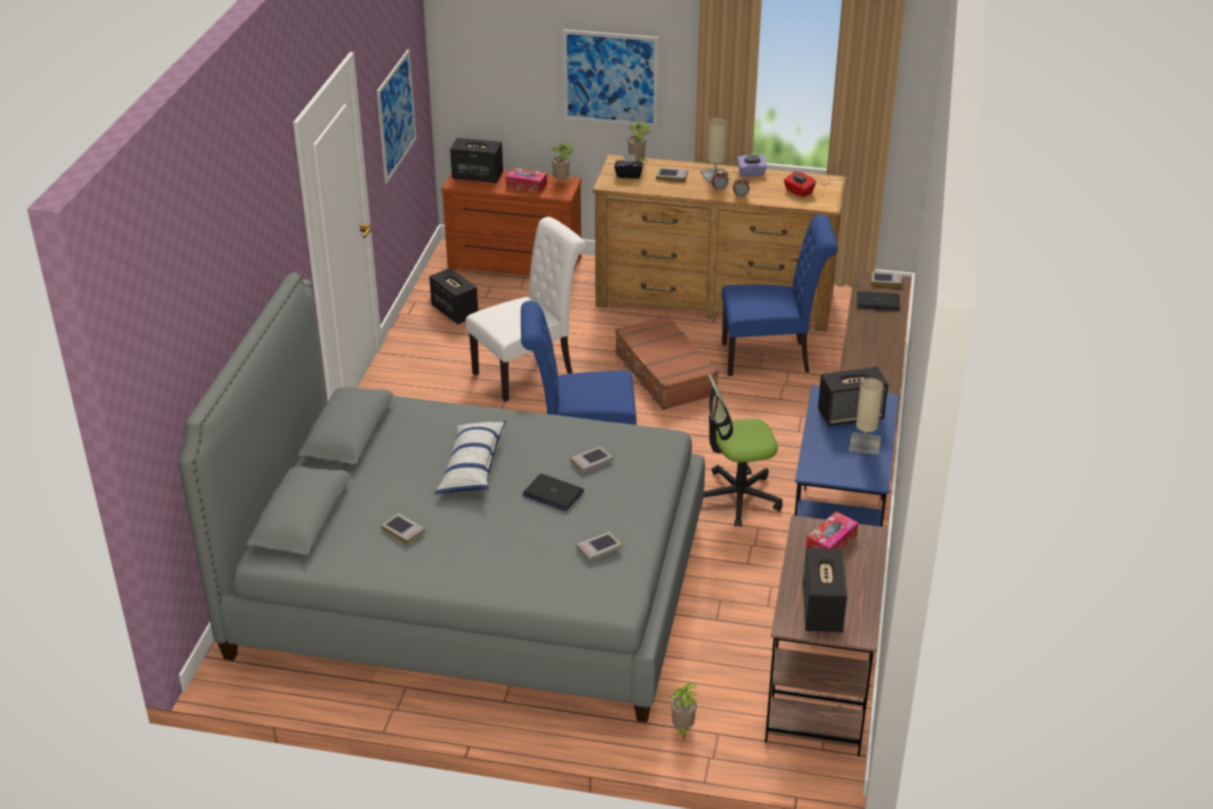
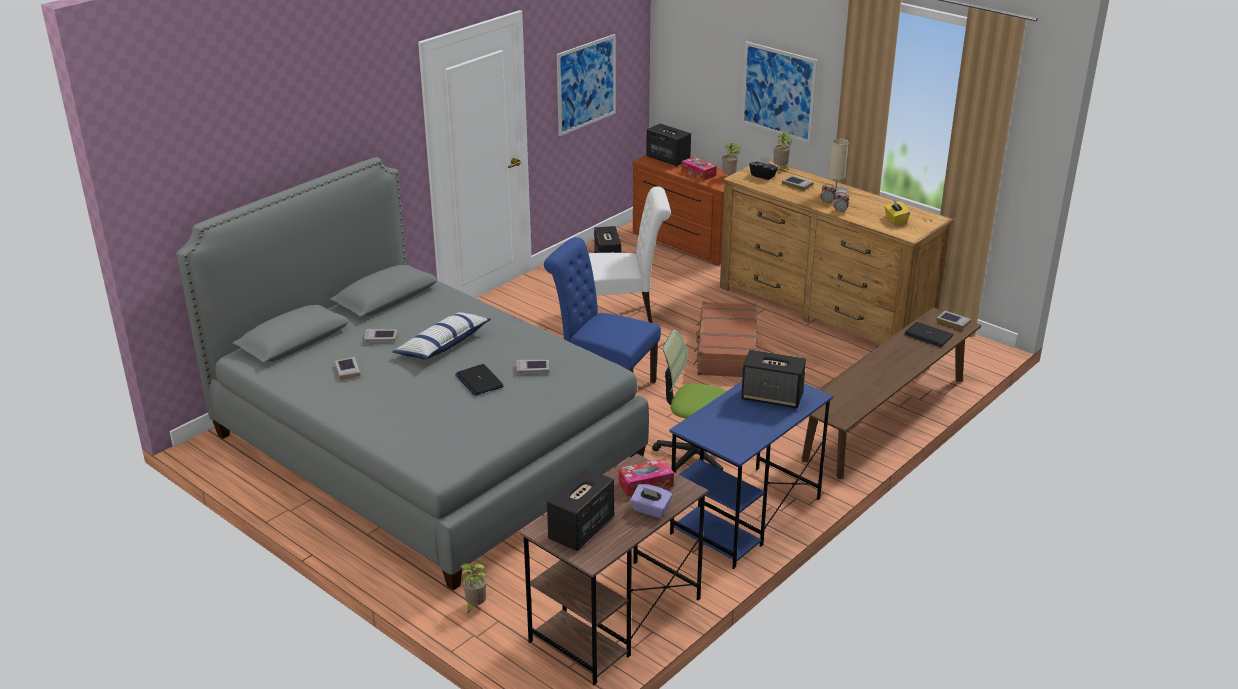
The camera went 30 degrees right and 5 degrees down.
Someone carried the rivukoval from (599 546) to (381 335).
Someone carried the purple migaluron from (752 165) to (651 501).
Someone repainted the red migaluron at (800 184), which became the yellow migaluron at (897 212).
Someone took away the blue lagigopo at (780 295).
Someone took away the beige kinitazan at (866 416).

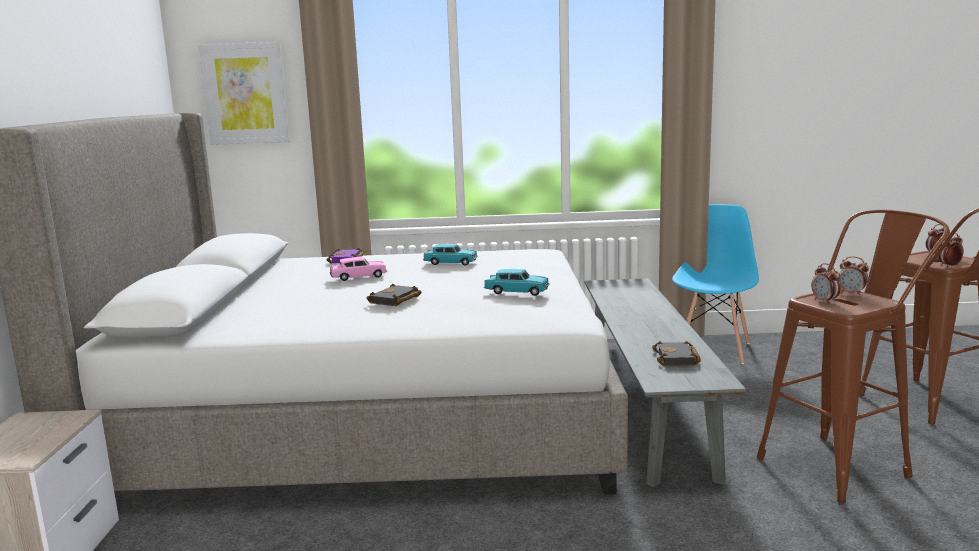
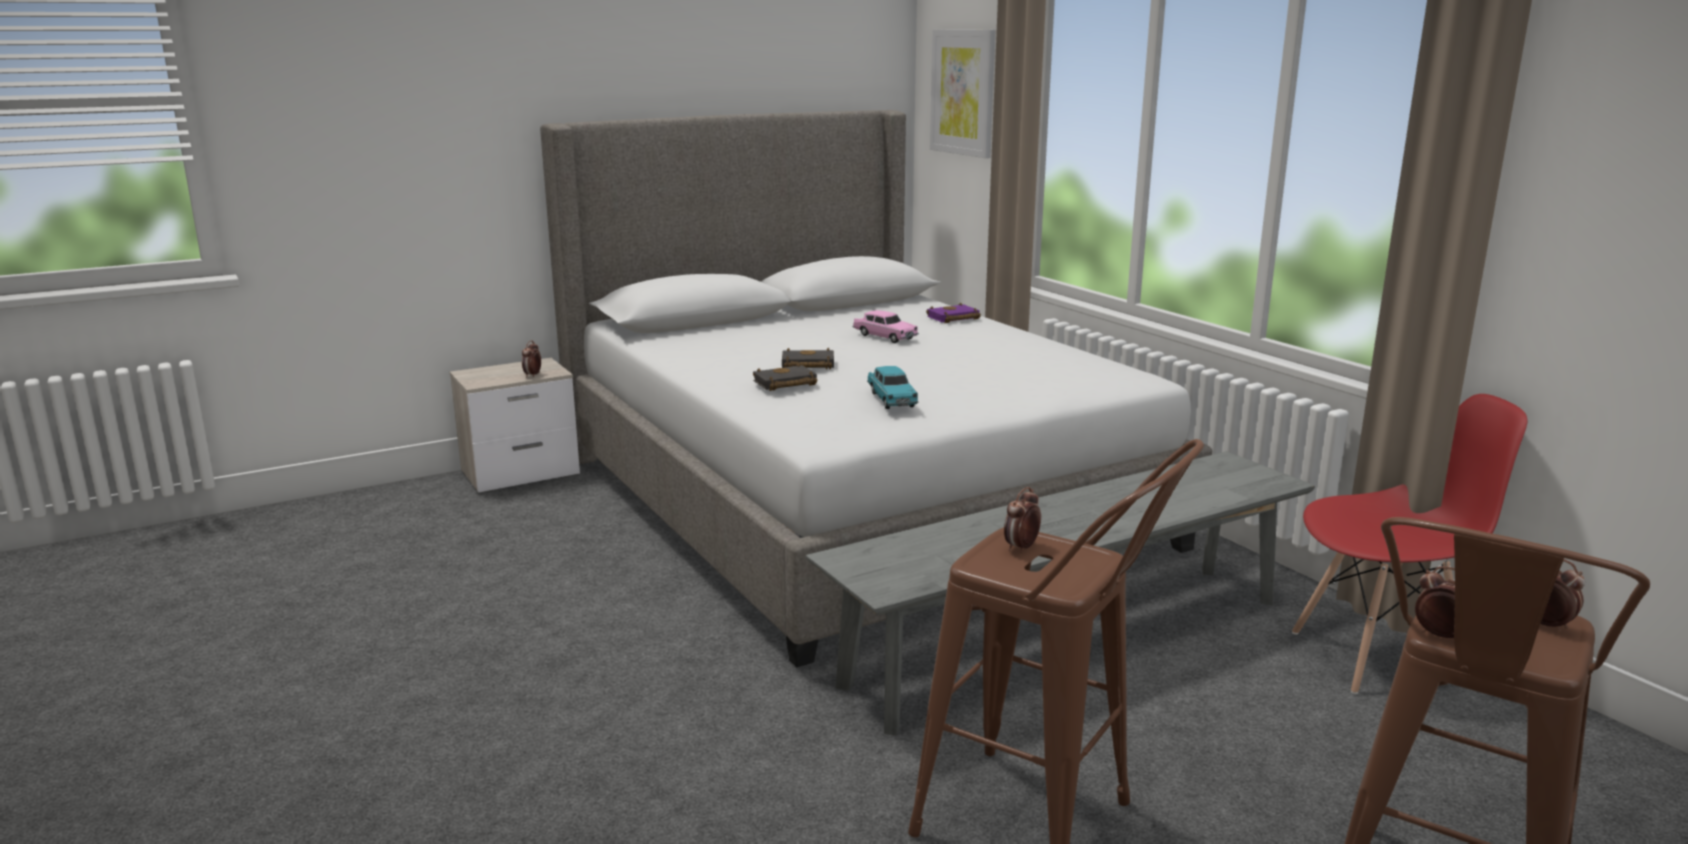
The camera went 60 degrees right and 5 degrees up.
Someone carried the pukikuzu from (854 275) to (531 359).
Someone carried the black rivukoval from (676 353) to (785 377).
Someone repainted the blue lagigopo at (715 284), which became the red lagigopo at (1409 544).
Someone took away the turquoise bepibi at (450 255).

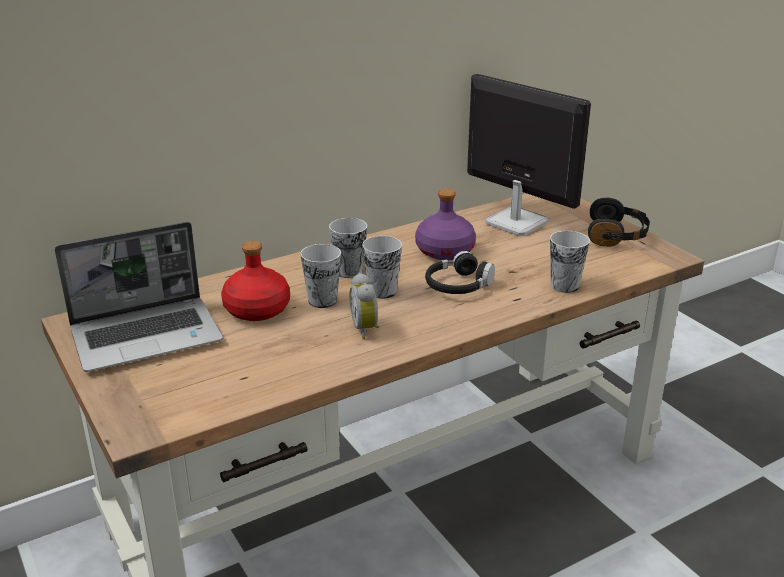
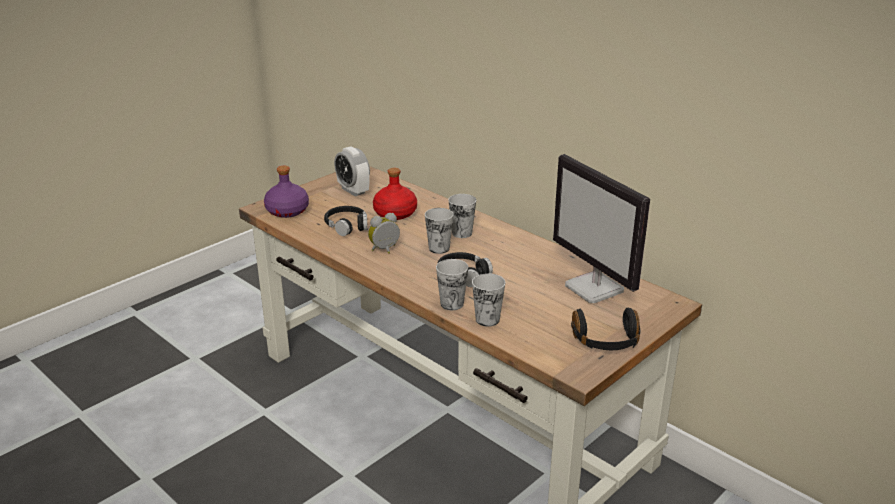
The camera went 75 degrees right and 0 degrees up.
Someone carried the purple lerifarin from (445 224) to (286 192).
Someone put down the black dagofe at (346 221).
Someone swapped the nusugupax at (138 297) for the pukikuzu at (352 171).
Someone carried the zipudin from (320 276) to (452 284).
Someone rotated the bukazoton at (529 155) by 120 degrees clockwise.

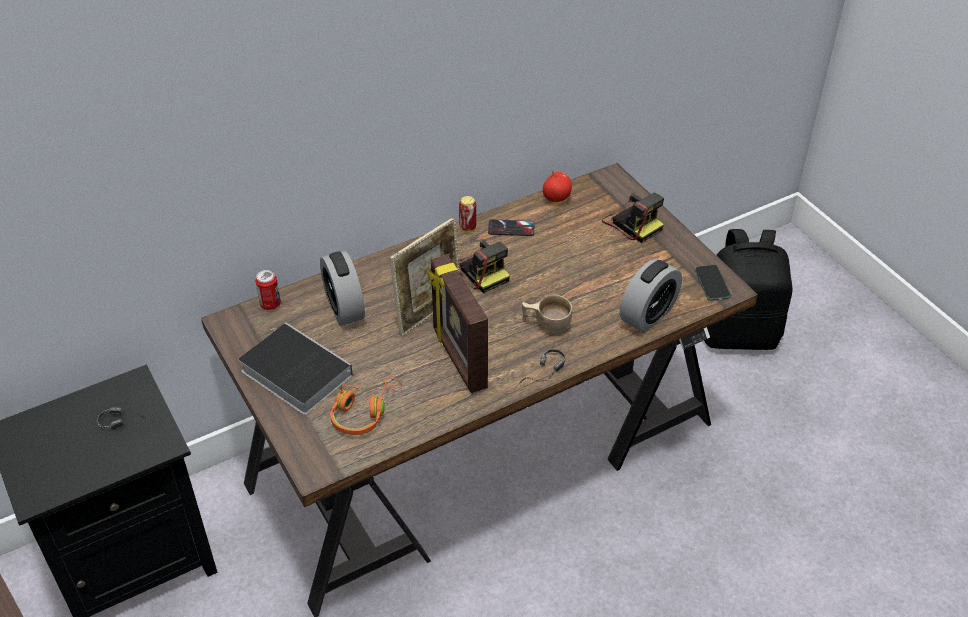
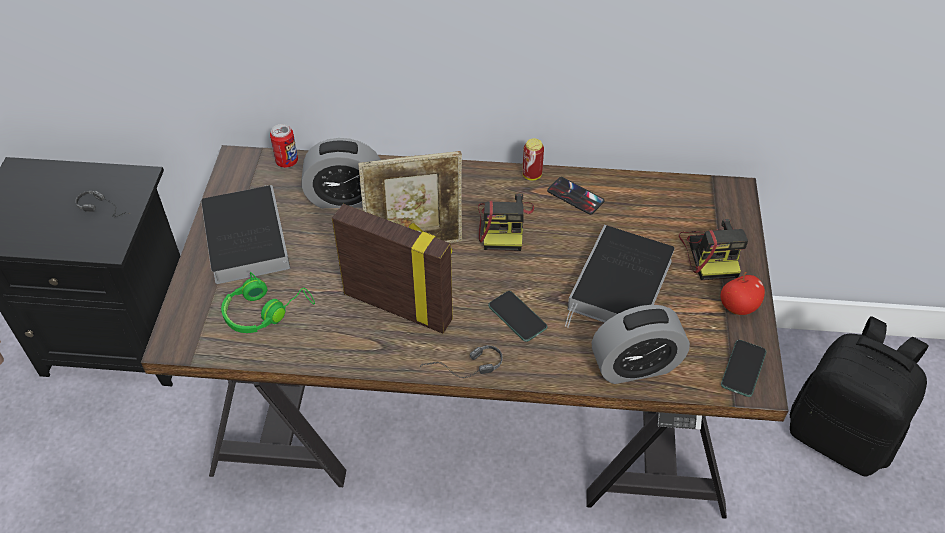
The camera went 35 degrees right and 5 degrees up.
Someone repainted the orange dagofe at (366 406), which became the green dagofe at (268 302).
Someone rotated the pukikuzu at (342 288) by 105 degrees counterclockwise.
Someone rotated the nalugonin at (458 323) by 105 degrees clockwise.
Someone swapped the beige zipudin at (547 314) for the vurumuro at (518 316).
Someone put down the rivukoval at (620 276).
Someone carried the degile from (557 186) to (743 293).

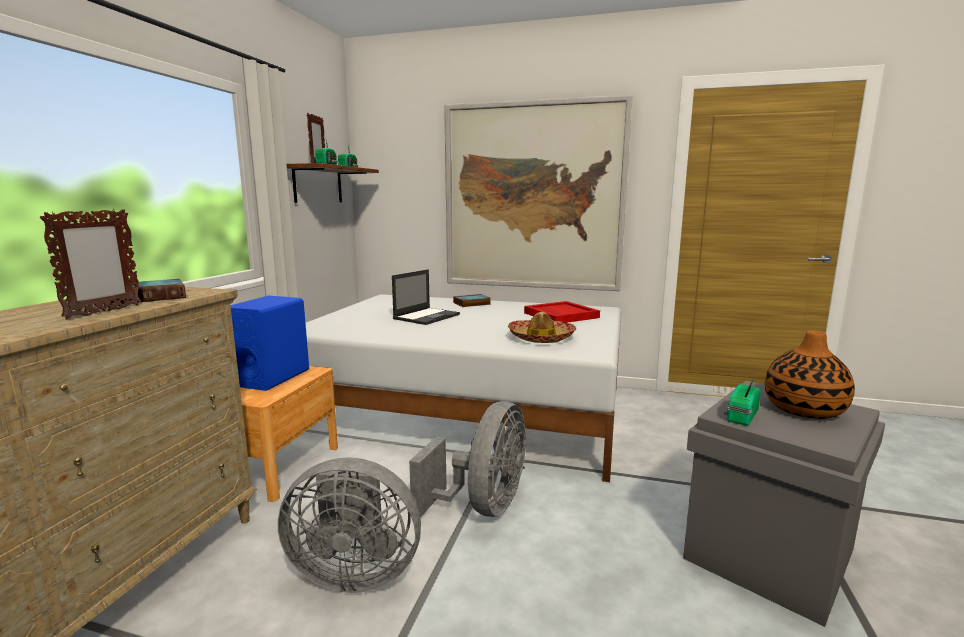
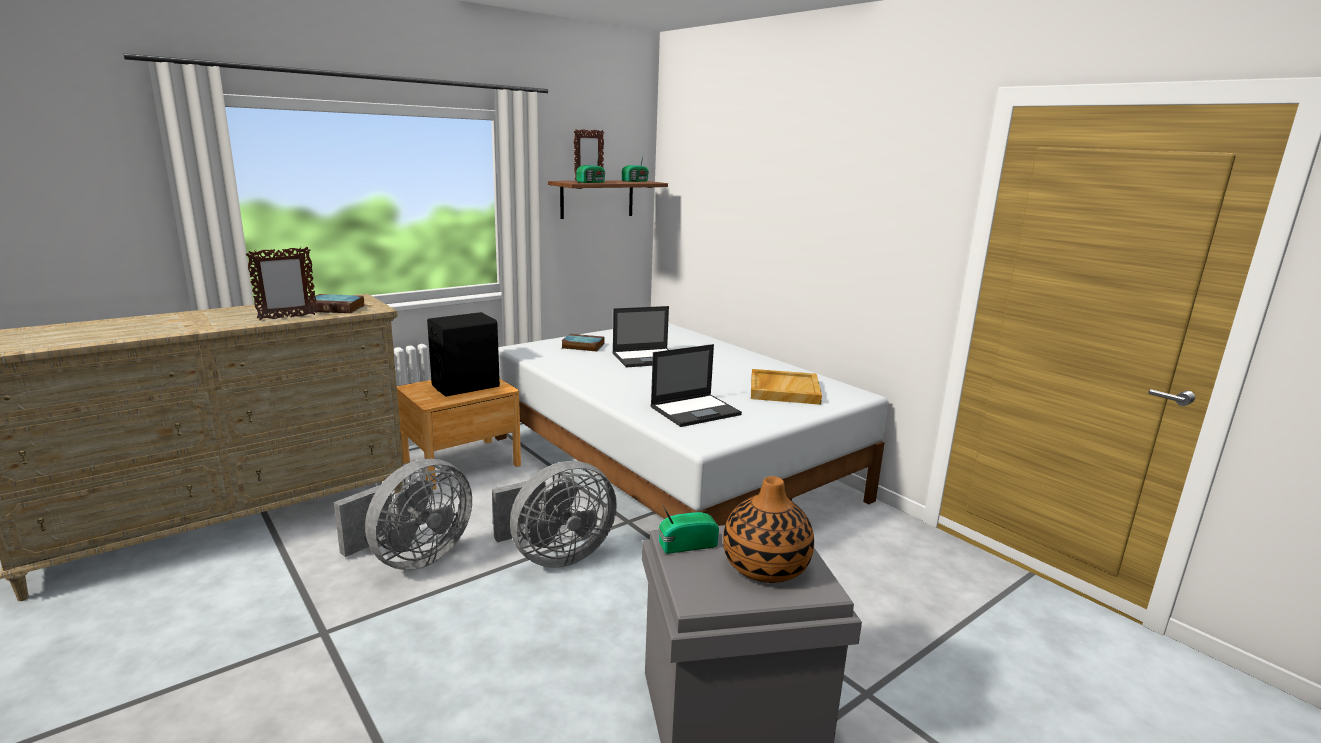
The camera went 35 degrees right and 5 degrees up.
Someone rotated the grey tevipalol at (349 525) by 90 degrees counterclockwise.
Someone repainted the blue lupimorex at (269 343), which became the black lupimorex at (463 354).
Someone carried the rivukoval from (472 300) to (583 342).
Someone swapped the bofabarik at (542 327) for the nusugupax at (696 385).
Someone repainted the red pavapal at (562 312), which became the beige pavapal at (786 387).
Someone took away the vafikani at (538 192).

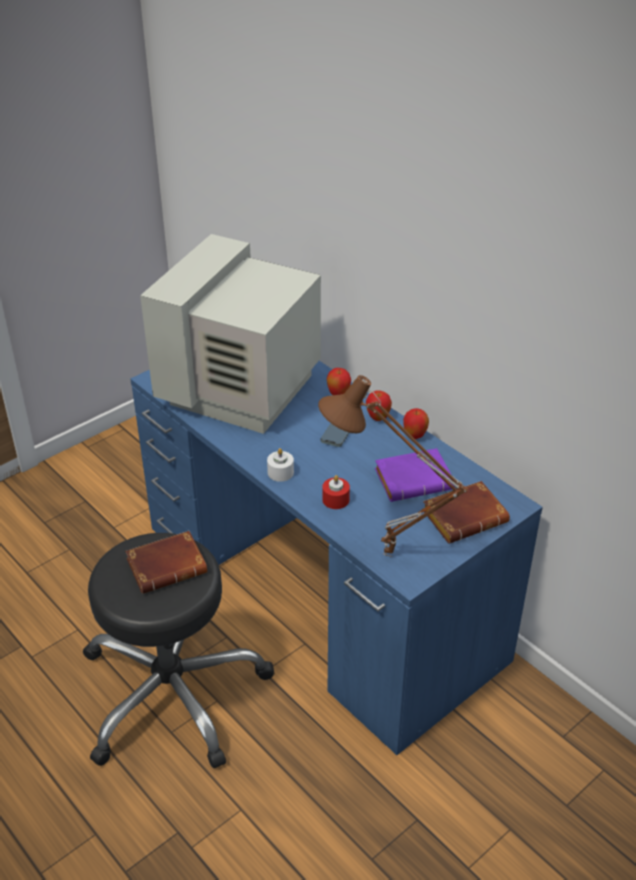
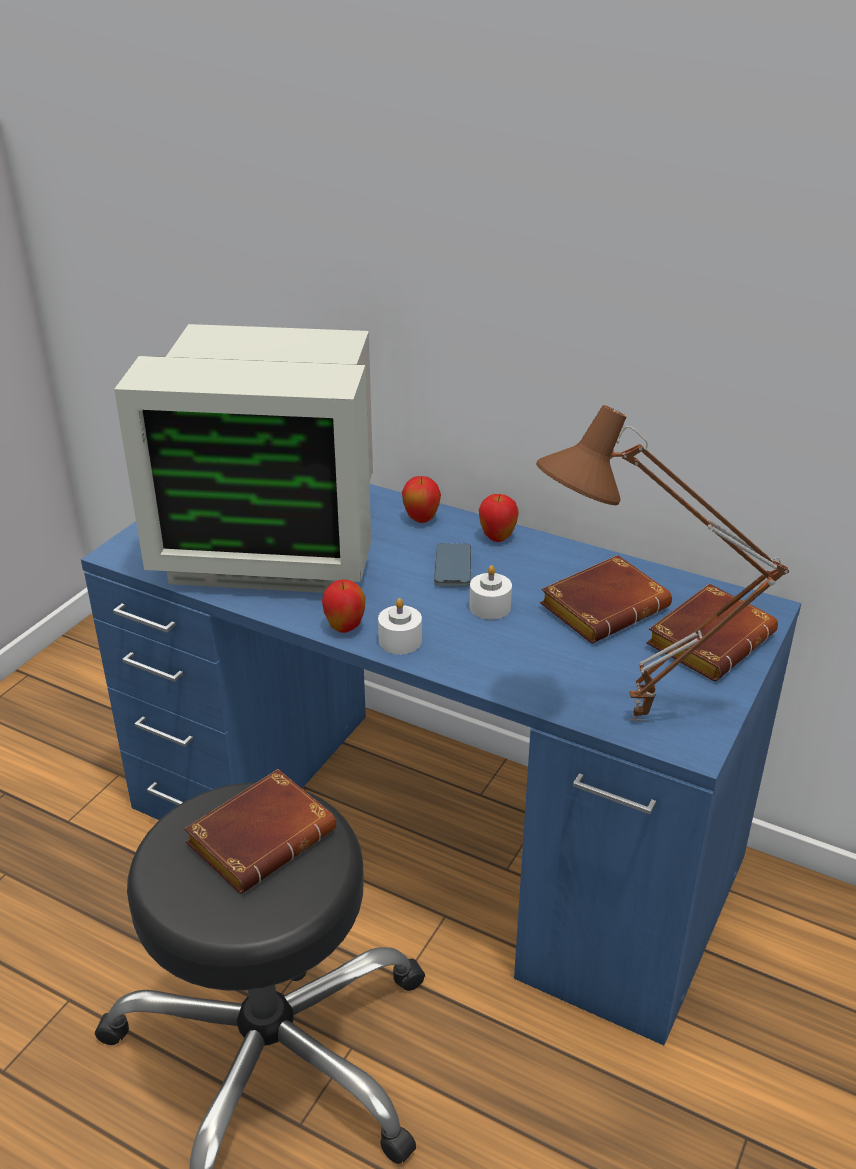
The camera went 20 degrees left and 5 degrees down.
Someone rotated the bukazoton at (230 334) by 90 degrees counterclockwise.
Someone carried the degile from (416 423) to (344 606).
Someone put down the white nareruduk at (490 592).
Someone repainted the purple rivukoval at (415 475), which became the brown rivukoval at (606 599).
Someone took away the red nareruduk at (336 492).

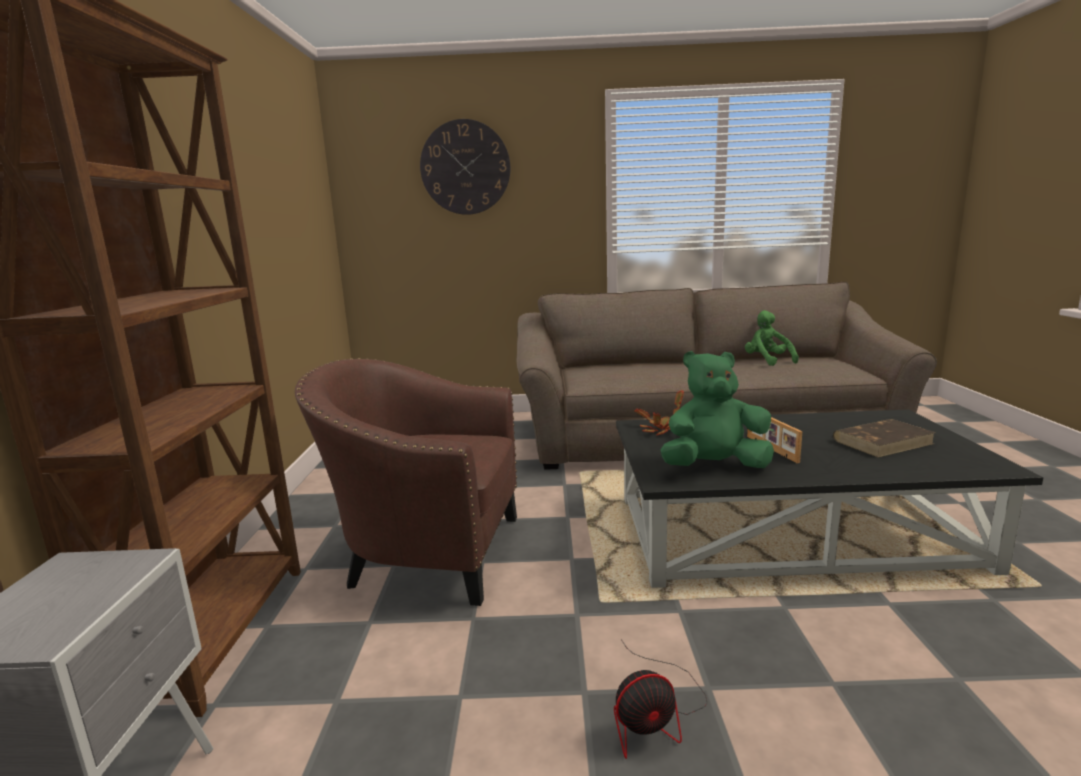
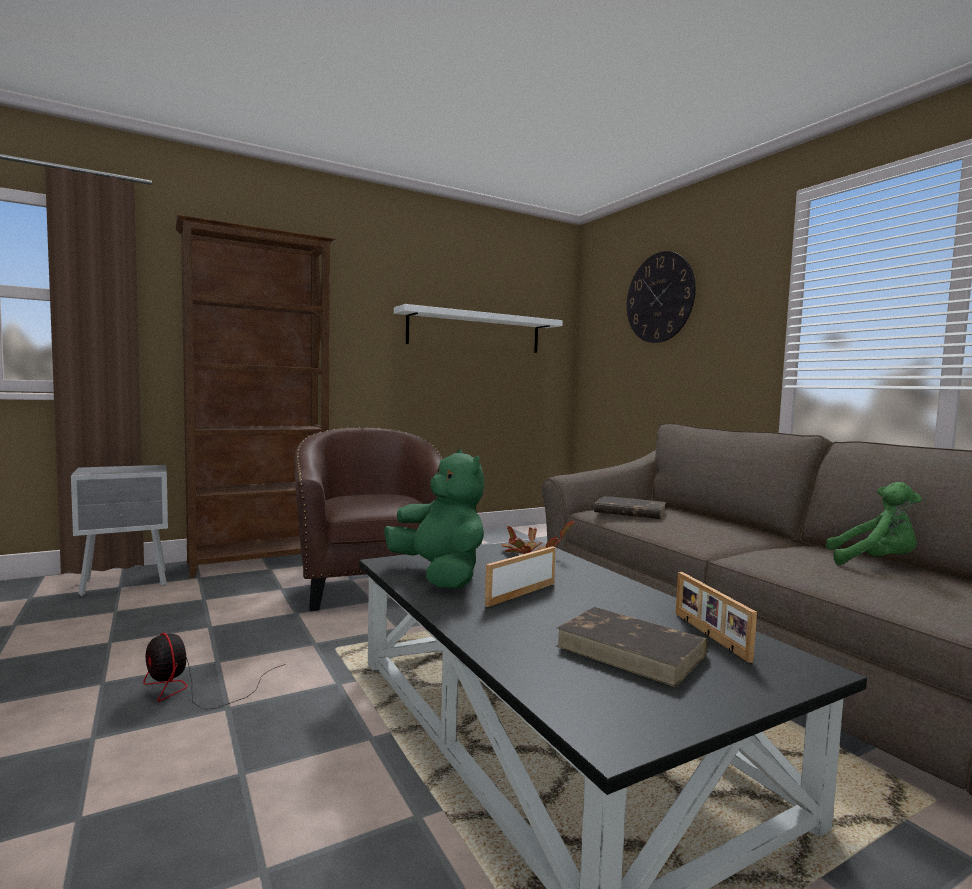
The camera went 60 degrees right and 10 degrees down.
Someone put up the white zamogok at (478 328).
Someone put down the brown rivukoval at (630 507).
Someone put down the nalugonin at (716 617).
Someone rotated the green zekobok at (772 338) by 75 degrees clockwise.

